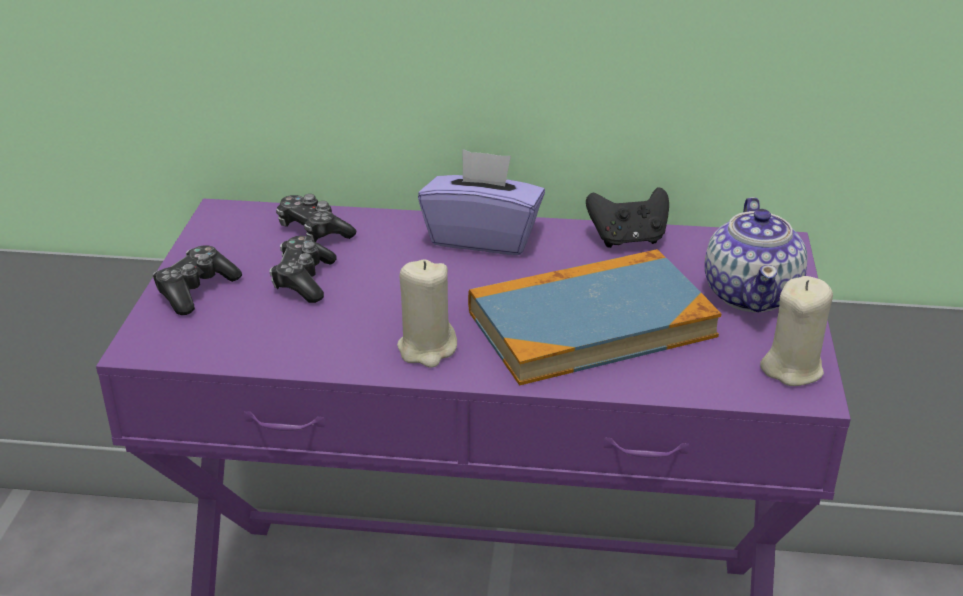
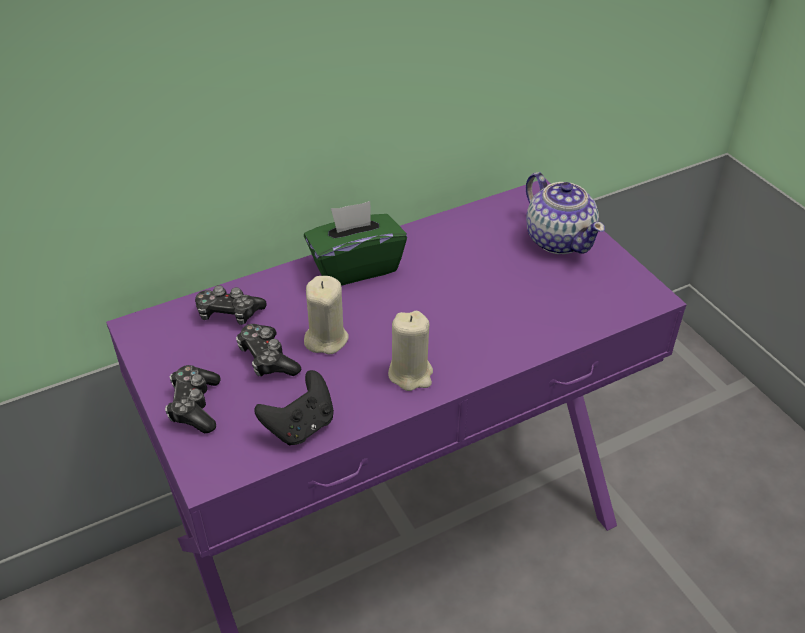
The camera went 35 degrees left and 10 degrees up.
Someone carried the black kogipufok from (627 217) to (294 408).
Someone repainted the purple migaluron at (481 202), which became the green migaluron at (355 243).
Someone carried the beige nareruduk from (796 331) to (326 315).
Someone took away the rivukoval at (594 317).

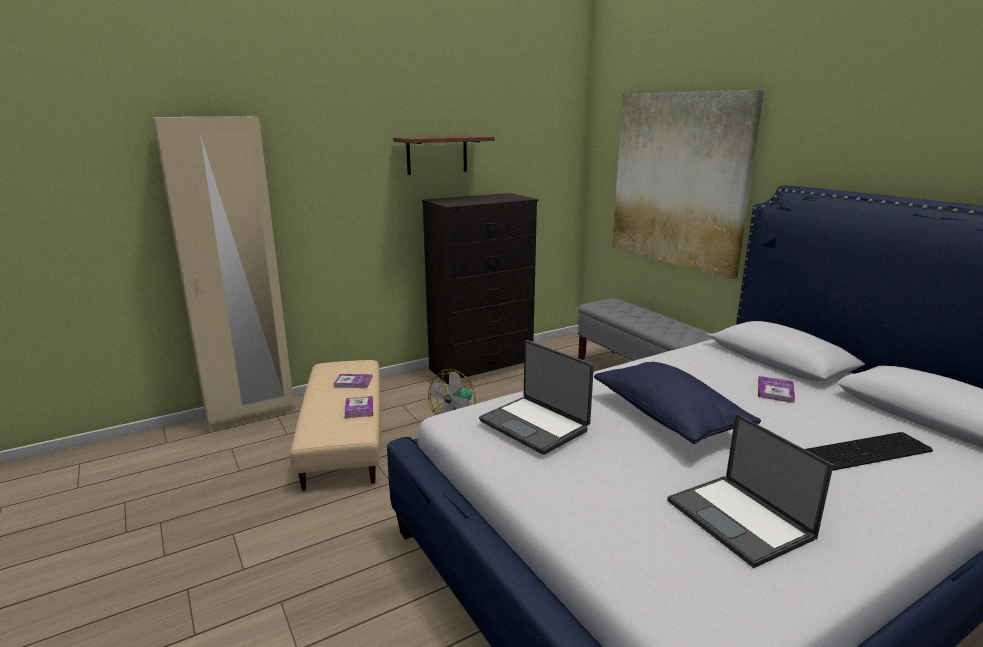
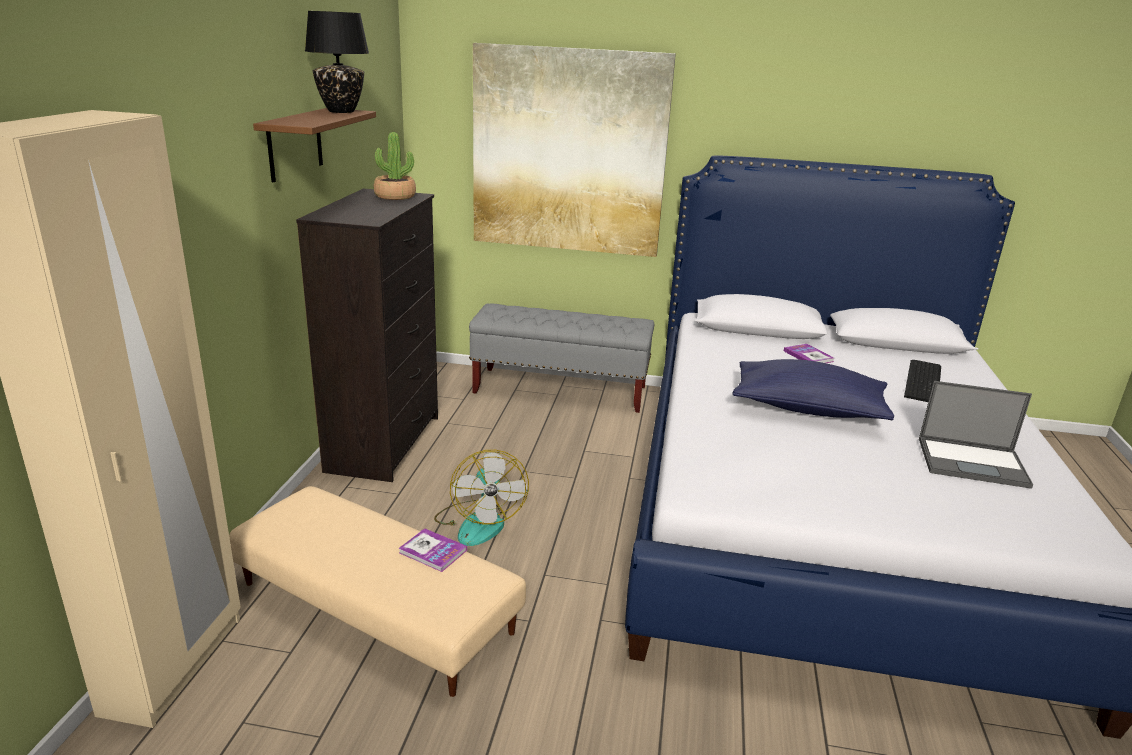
The camera went 50 degrees left and 5 degrees up.
Someone put down the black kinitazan at (337 62).
Someone put down the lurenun at (395 166).
Someone took away the rivukoval at (353 381).
Someone took away the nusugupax at (536 397).

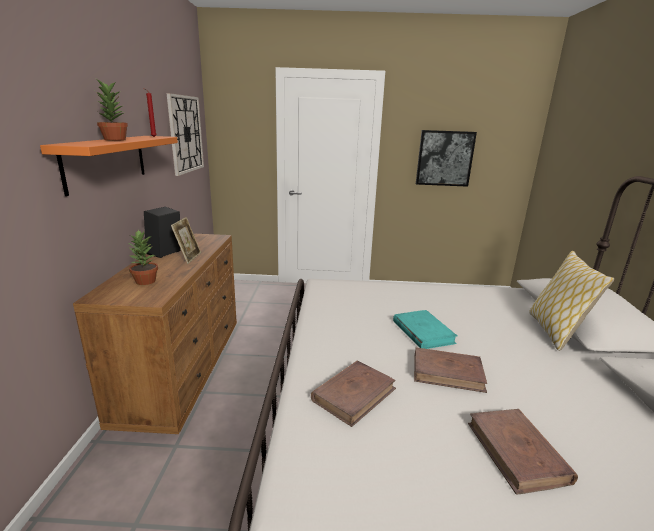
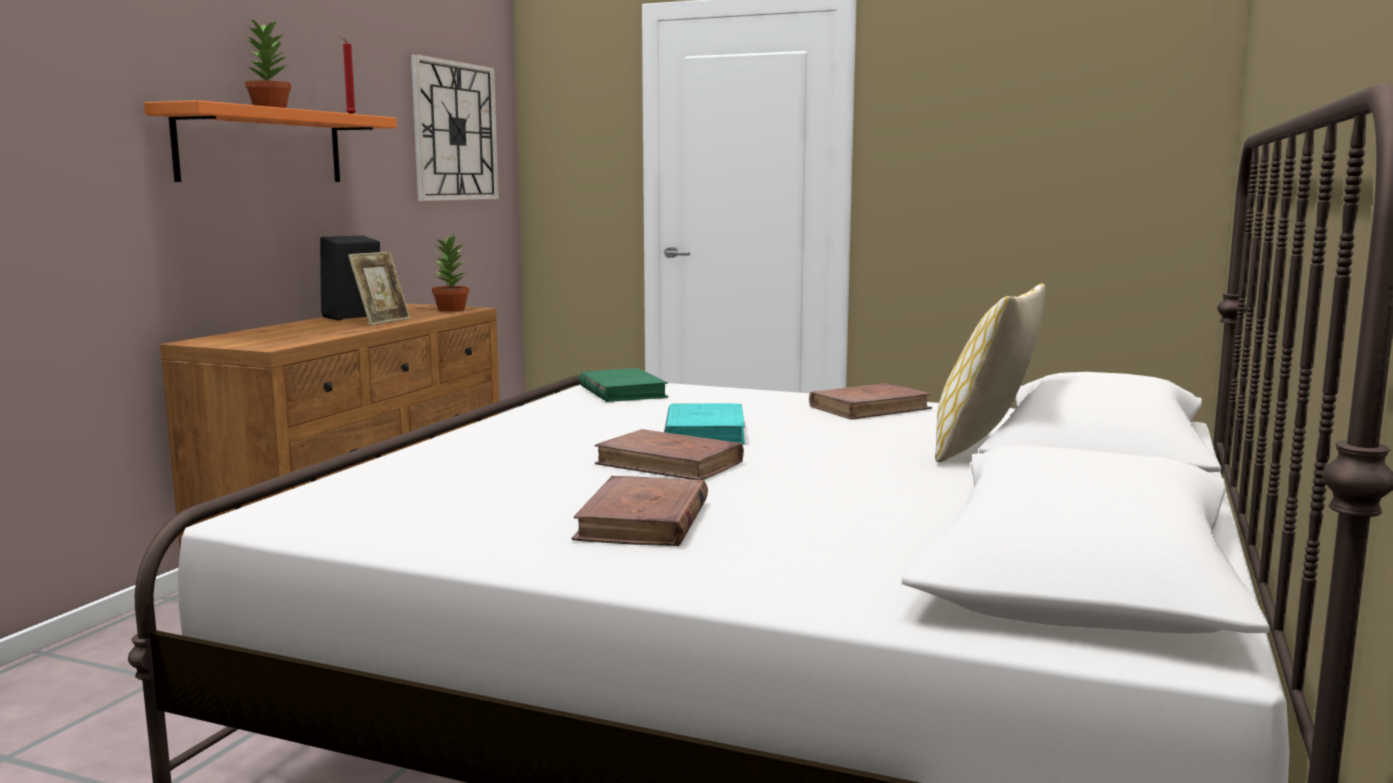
The camera went 20 degrees right and 10 degrees down.
Someone carried the lurenun from (142 257) to (450 273).
Someone put down the green rivukoval at (623 385).
Someone carried the brown rivukoval from (353 394) to (870 401).
Someone took away the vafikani at (446 158).

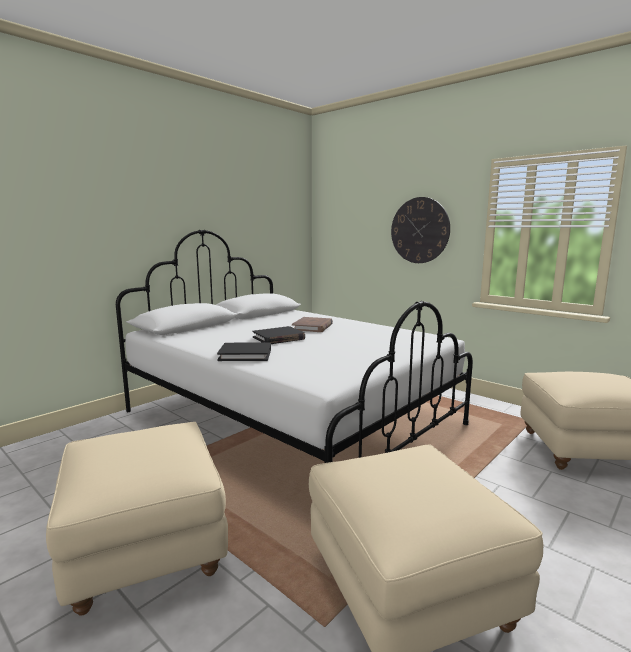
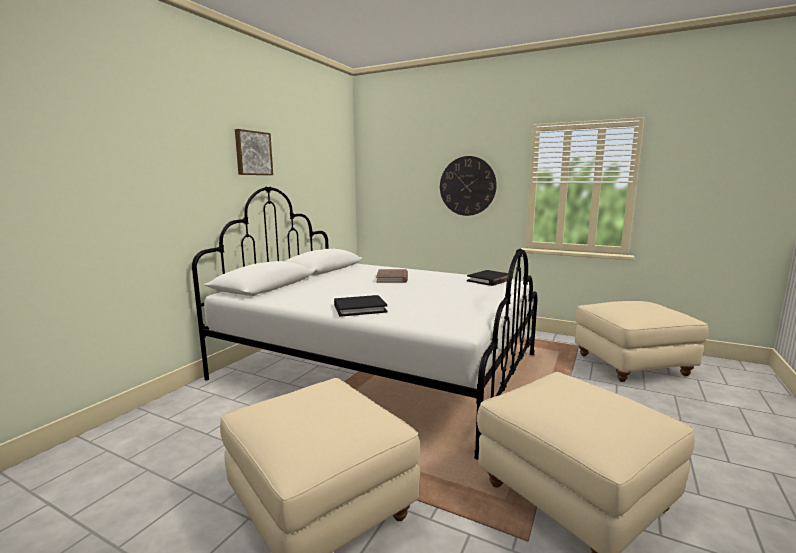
The camera went 15 degrees left and 0 degrees up.
Someone put up the vafikani at (254 152).
Someone carried the black rivukoval from (278 335) to (490 278).

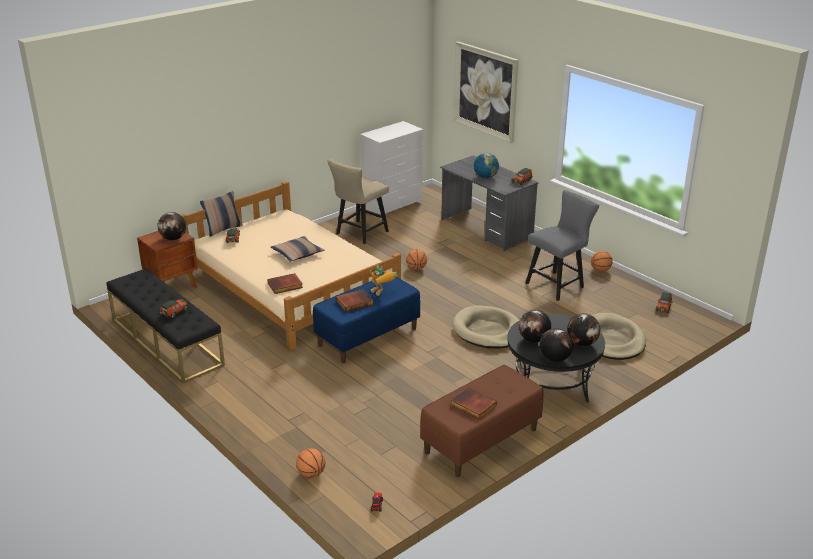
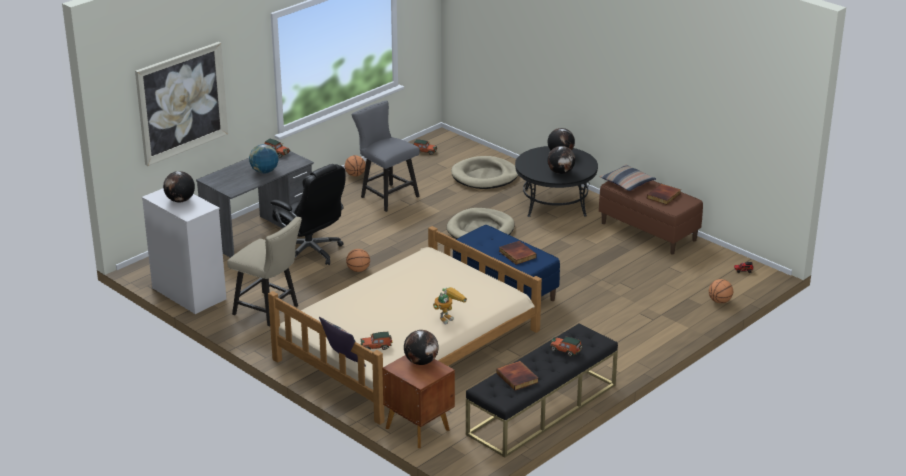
The camera went 95 degrees left and 0 degrees up.
Someone carried the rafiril from (556 345) to (179 187).
Someone put down the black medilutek at (308 214).
Someone carried the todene from (384 280) to (450 306).
Someone carried the rivukoval from (285 283) to (517 376).
Someone carried the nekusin from (297 249) to (627 178).

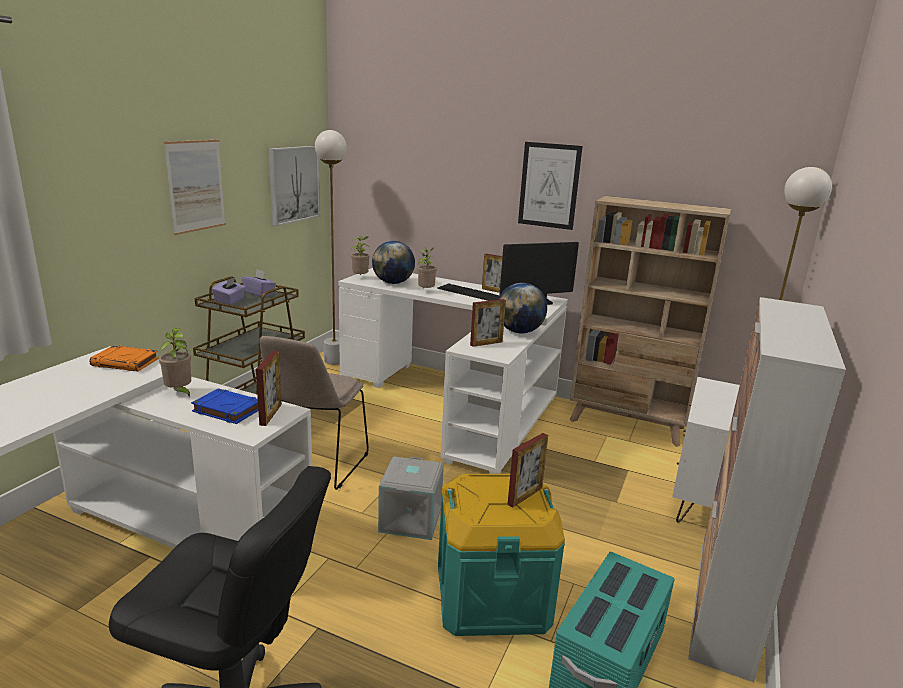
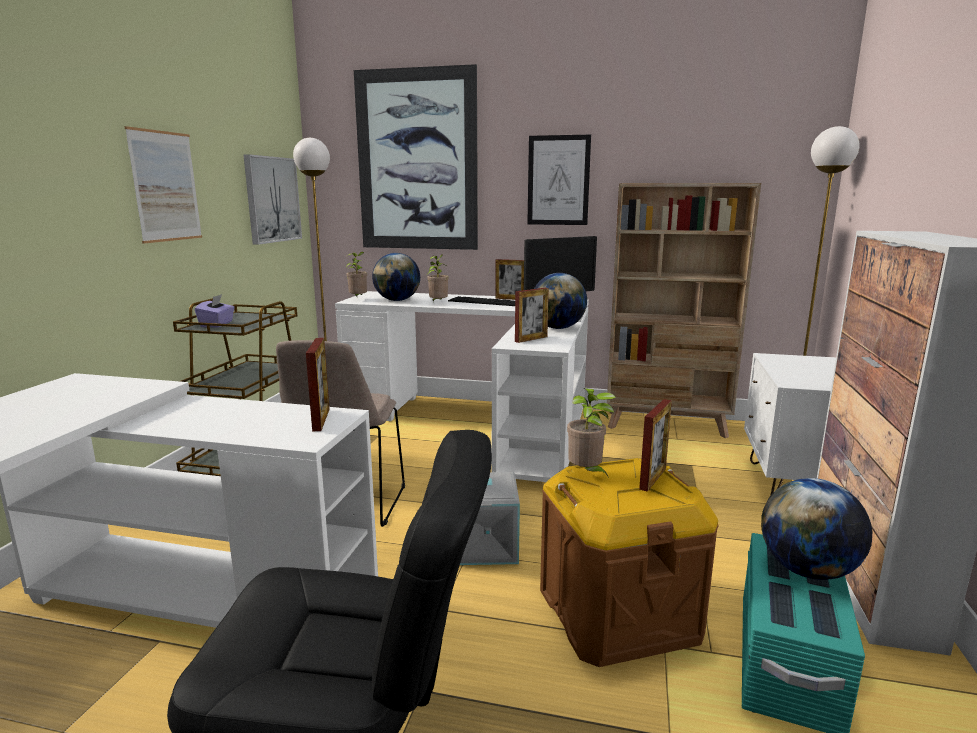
The camera went 10 degrees left and 5 degrees down.
Someone put up the vafikani at (416 157).
Someone repainted the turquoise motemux at (501 555), which became the brown motemux at (629 562).
Someone carried the lurenun from (175 363) to (591 433).
Someone put down the rafiril at (816 529).
Someone took away the orange rivukoval at (124 358).
Someone took away the blue rivukoval at (224 406).
Someone took away the purple migaluron at (259 283).

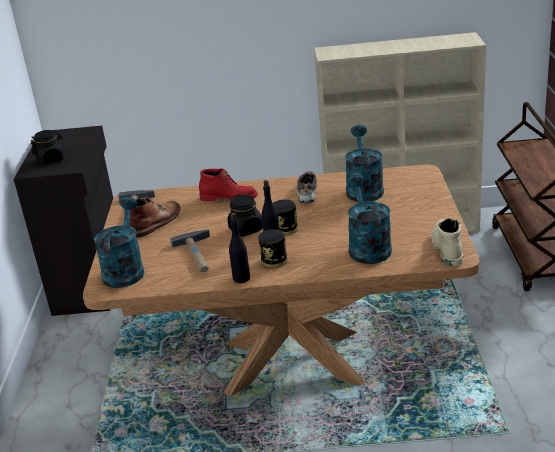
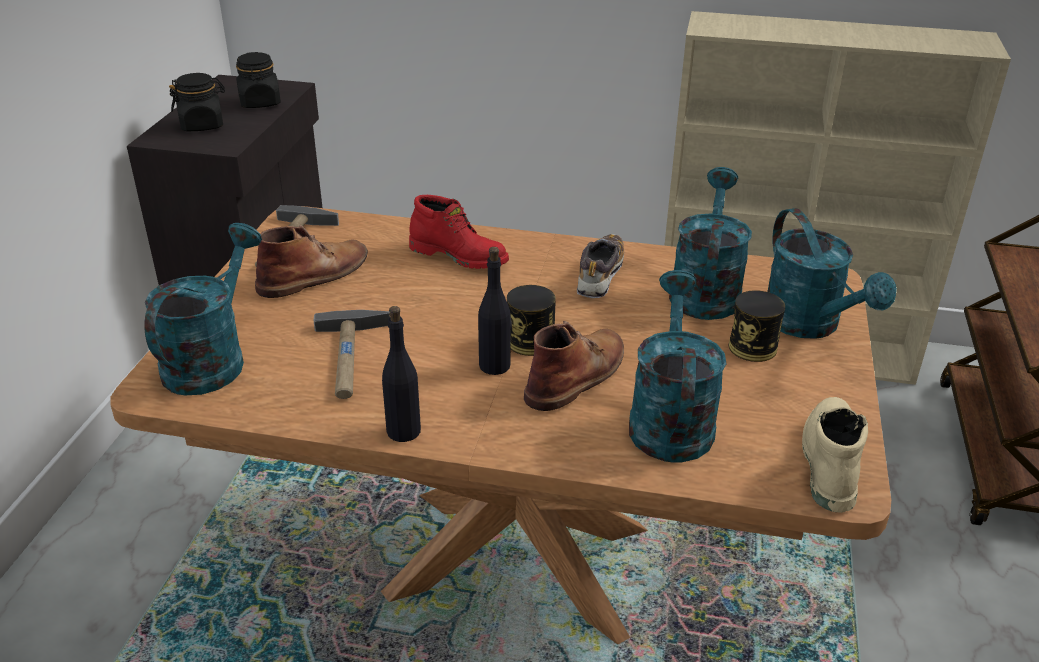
The camera went 10 degrees right and 5 degrees up.
Someone carried the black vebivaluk from (245 216) to (258 80).
Someone put down the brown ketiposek at (574 366).
Someone carried the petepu from (272 248) to (757 326).
Someone put down the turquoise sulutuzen at (832 273).

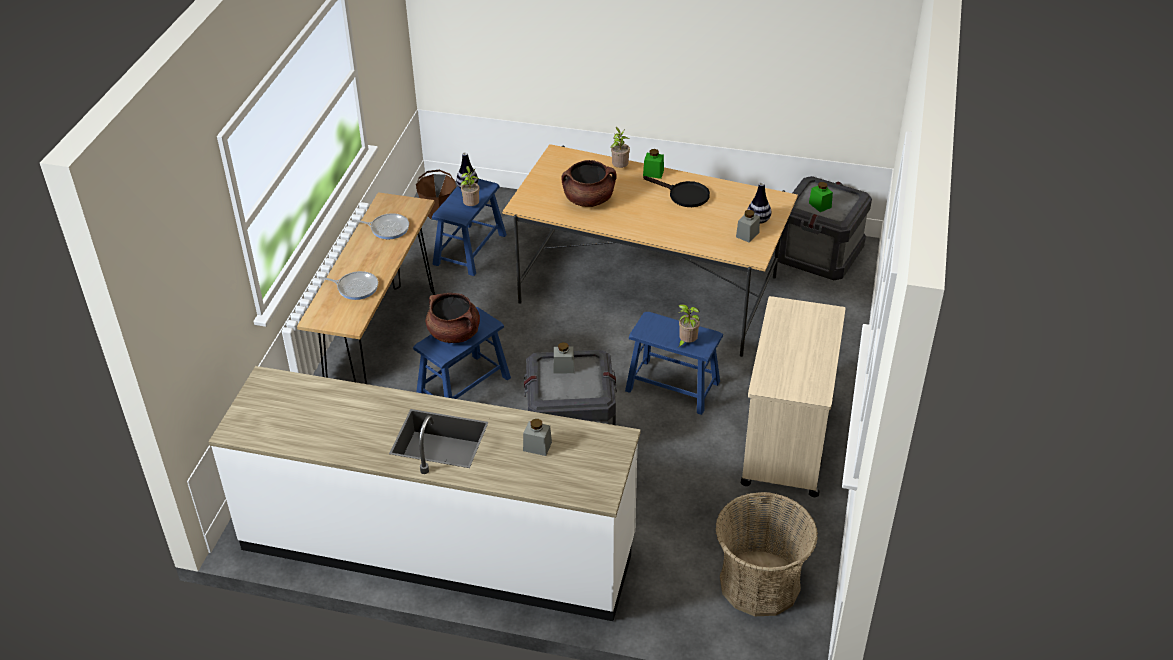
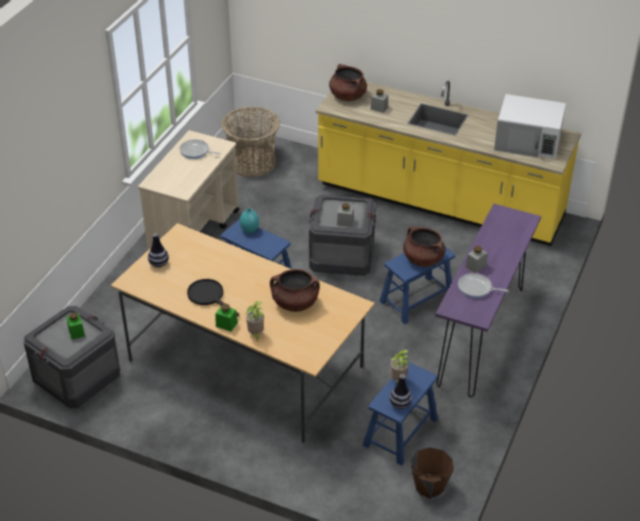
The camera went 170 degrees left and 0 degrees up.
Someone carried the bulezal from (348 285) to (200 149).
Someone swapped the lurenun at (689 325) for the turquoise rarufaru at (249 220).
Someone repainted the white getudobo at (424 493), which became the yellow getudobo at (448 163).
Someone put down the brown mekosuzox at (348 82).
Someone repainted the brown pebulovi at (366 288), which became the purple pebulovi at (488 300).
Someone carried the grey vebivaluk from (748 226) to (476 259).
Someone put down the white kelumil at (530 126).

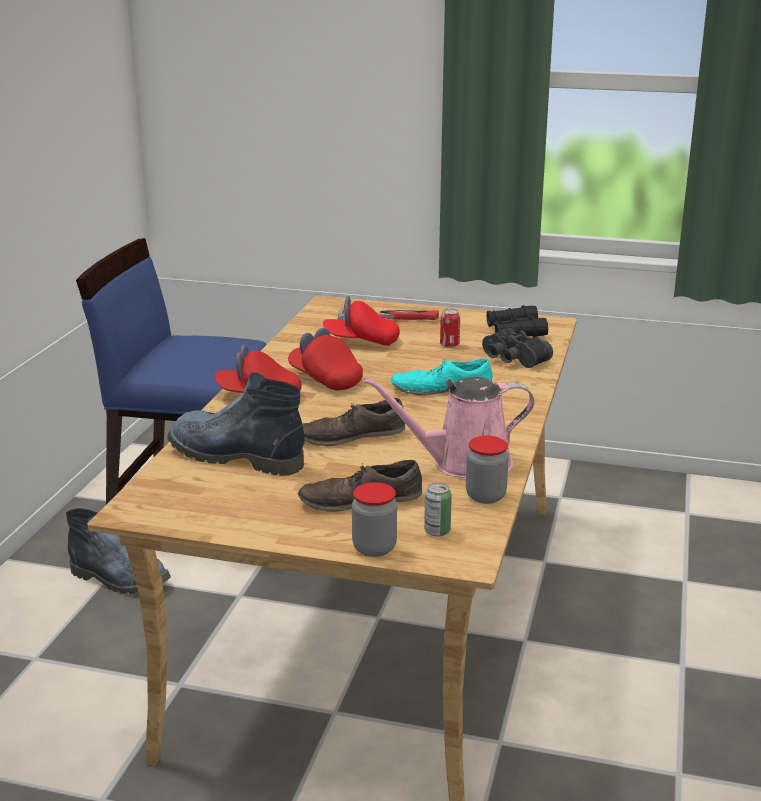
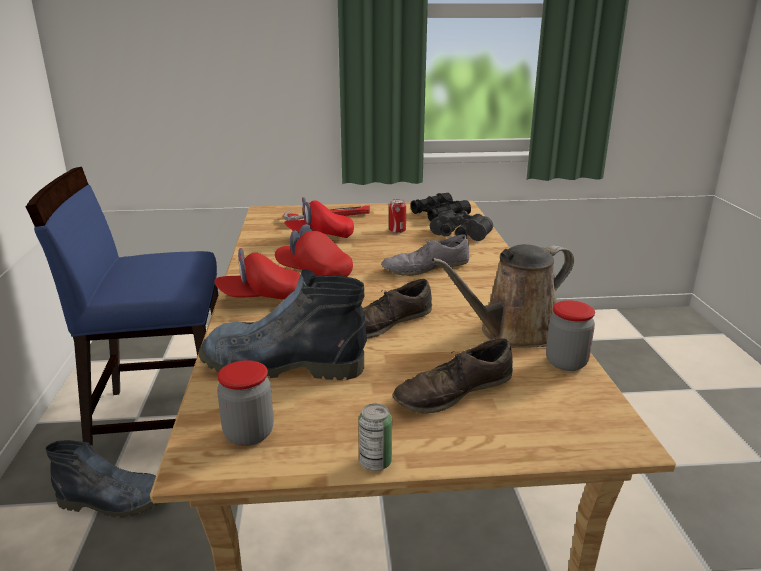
The camera went 20 degrees left and 0 degrees up.
Someone carried the vebivaluk from (374 519) to (245 403).
Someone carried the petepu from (438 510) to (375 437).
Someone repainted the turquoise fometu at (441 376), which became the grey fometu at (425 255).
Someone repainted the pink sulutuzen at (448 427), which became the brown sulutuzen at (502 296).

